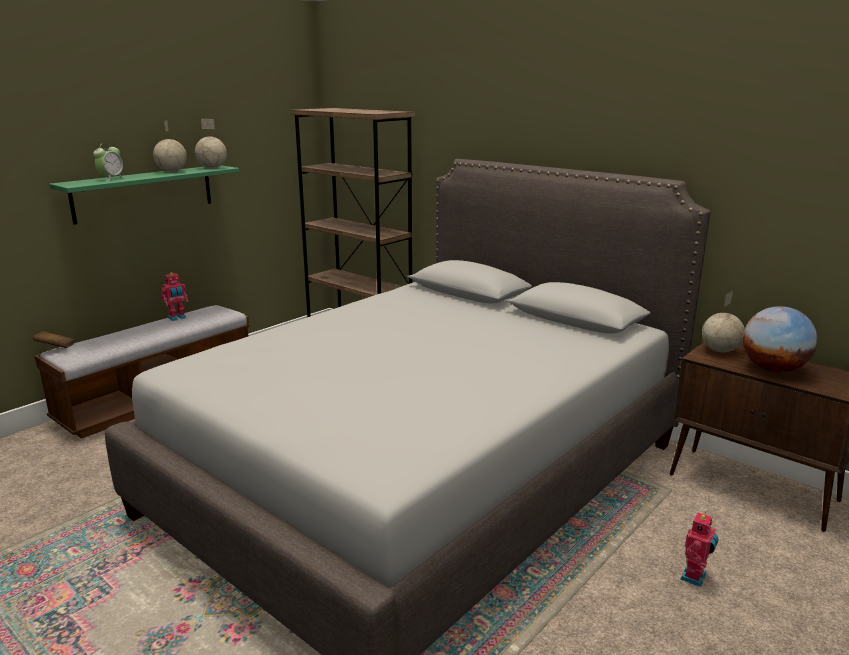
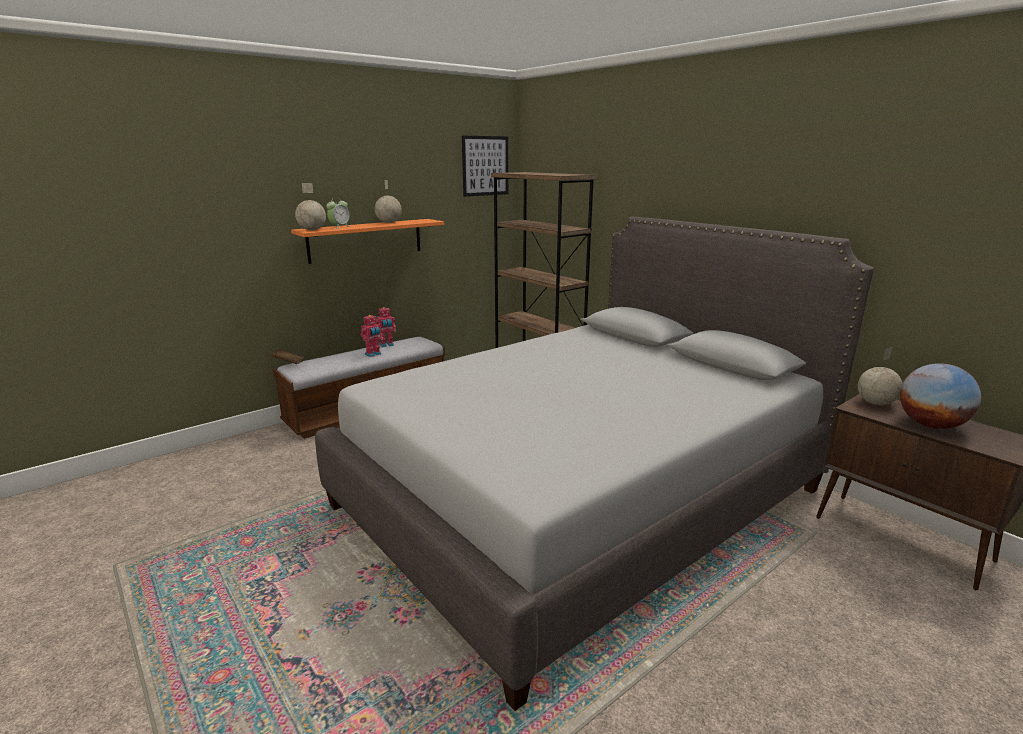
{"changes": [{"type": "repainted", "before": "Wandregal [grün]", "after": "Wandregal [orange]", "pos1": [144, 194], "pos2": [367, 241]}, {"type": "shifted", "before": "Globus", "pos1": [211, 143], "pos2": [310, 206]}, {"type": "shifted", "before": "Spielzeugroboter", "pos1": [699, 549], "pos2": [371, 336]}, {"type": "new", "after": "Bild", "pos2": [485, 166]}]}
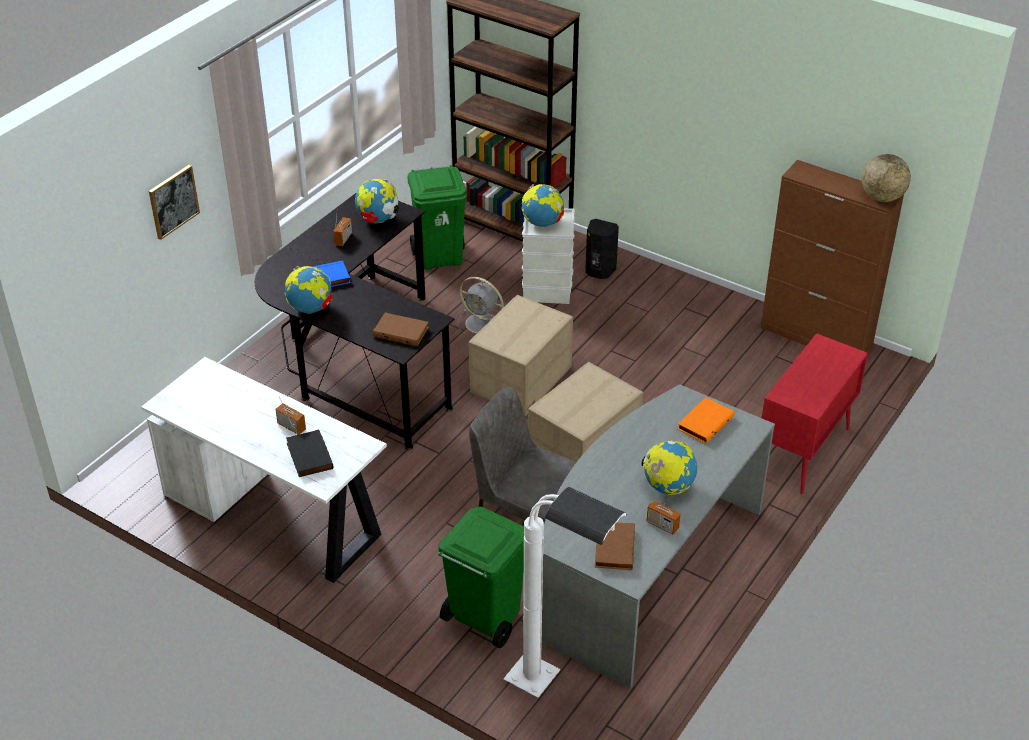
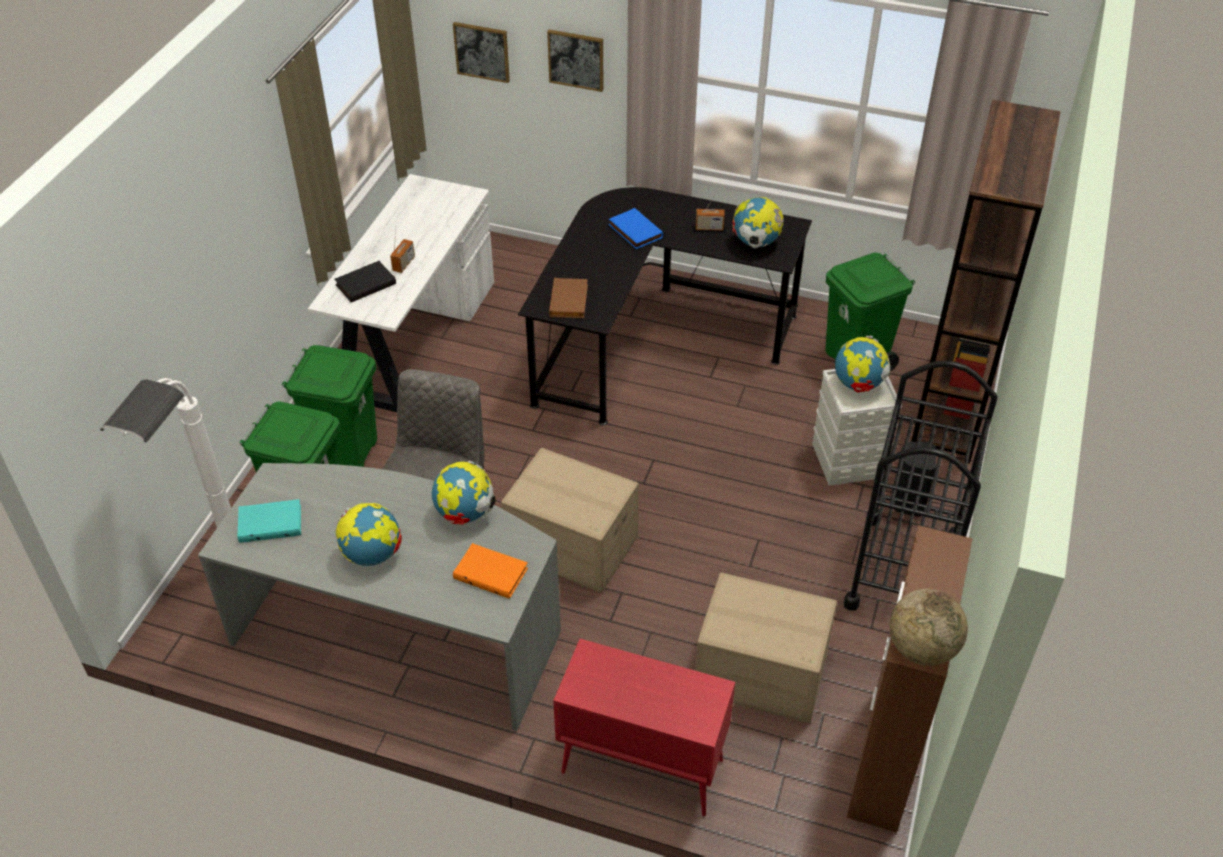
{"changes": [{"type": "shifted", "before": "Globus", "pos1": [308, 290], "pos2": [464, 493]}, {"type": "gone", "before": "Ventilator [grau]", "pos1": [480, 307]}, {"type": "shifted", "before": "Karton", "pos1": [520, 355], "pos2": [766, 647]}, {"type": "repainted", "before": "Buch [braun]", "after": "Buch [türkis]", "pos1": [615, 546], "pos2": [269, 521]}, {"type": "gone", "before": "Radio", "pos1": [664, 512]}, {"type": "new", "after": "Mülleimer [grün]", "pos2": [329, 406]}, {"type": "new", "after": "Bild", "pos2": [481, 52]}, {"type": "new", "after": "Rollwagen [schwarz]", "pos2": [920, 485]}]}
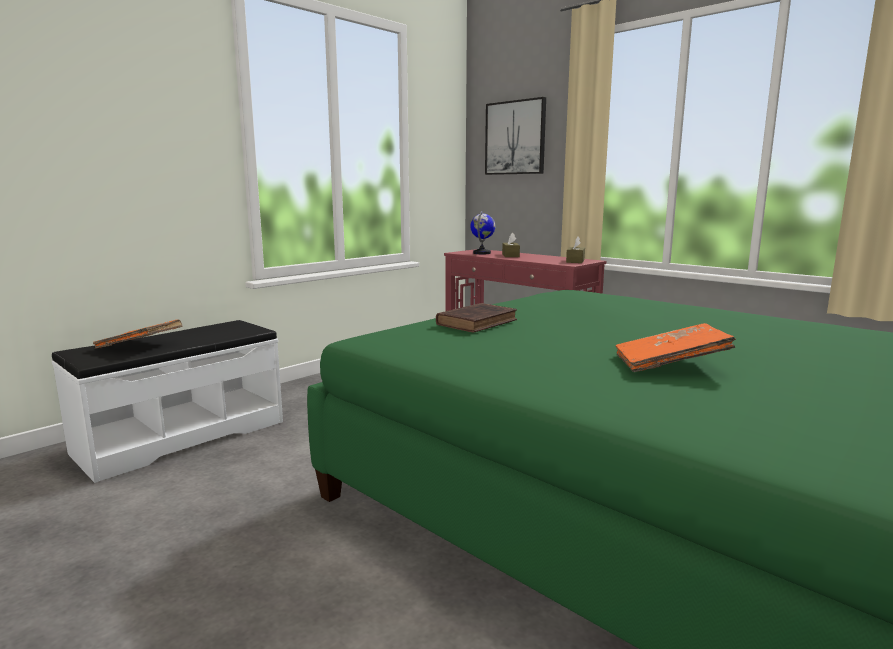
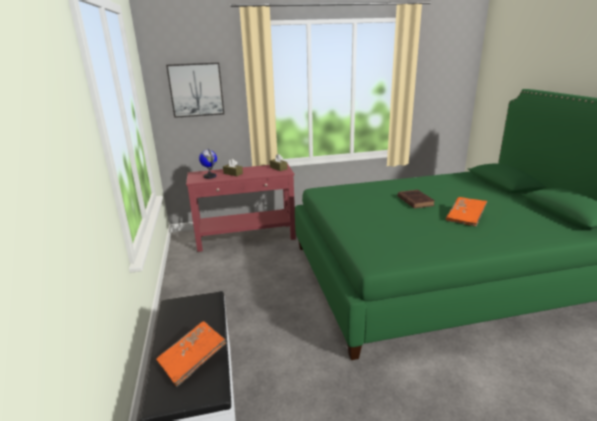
{"changes": [{"type": "shifted", "before": "Buch [braun]", "pos1": [476, 318], "pos2": [416, 199]}]}
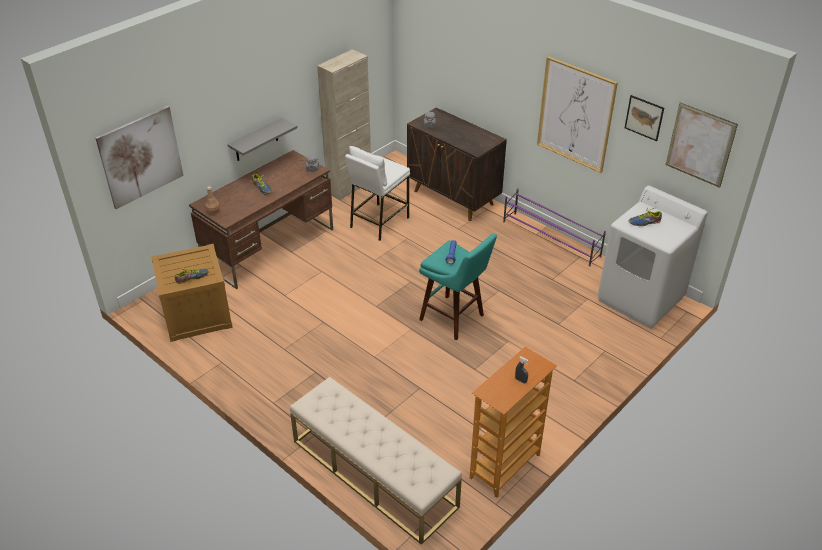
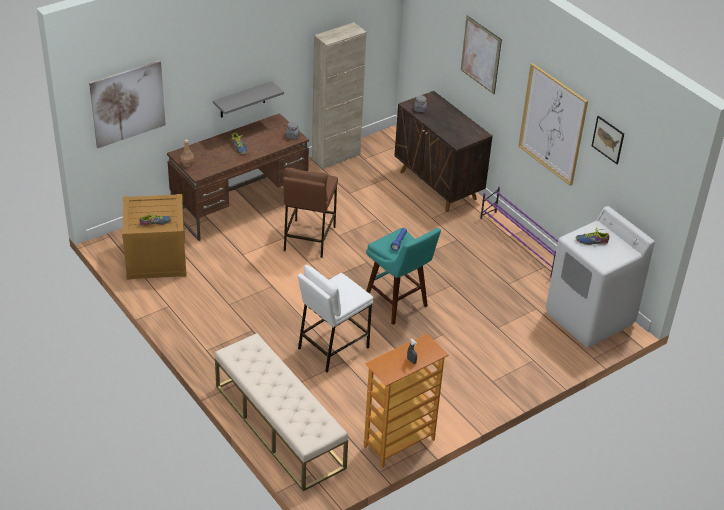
{"changes": [{"type": "shifted", "before": "Hocker [weiß]", "pos1": [377, 193], "pos2": [335, 319]}, {"type": "shifted", "before": "Bild", "pos1": [702, 145], "pos2": [481, 55]}, {"type": "new", "after": "Hocker [braun]", "pos2": [310, 213]}]}
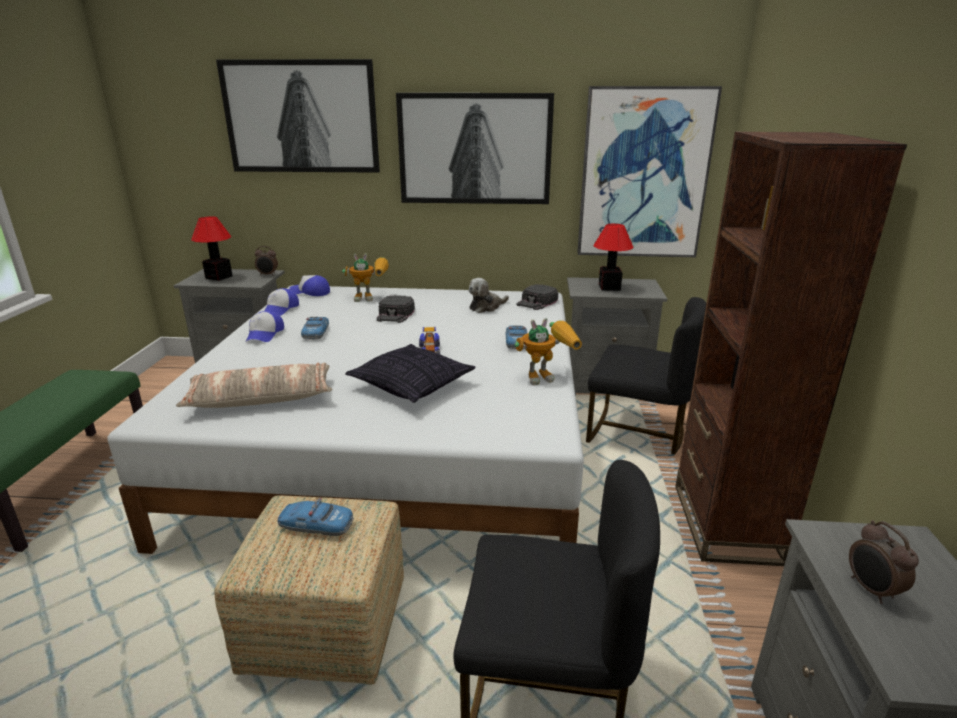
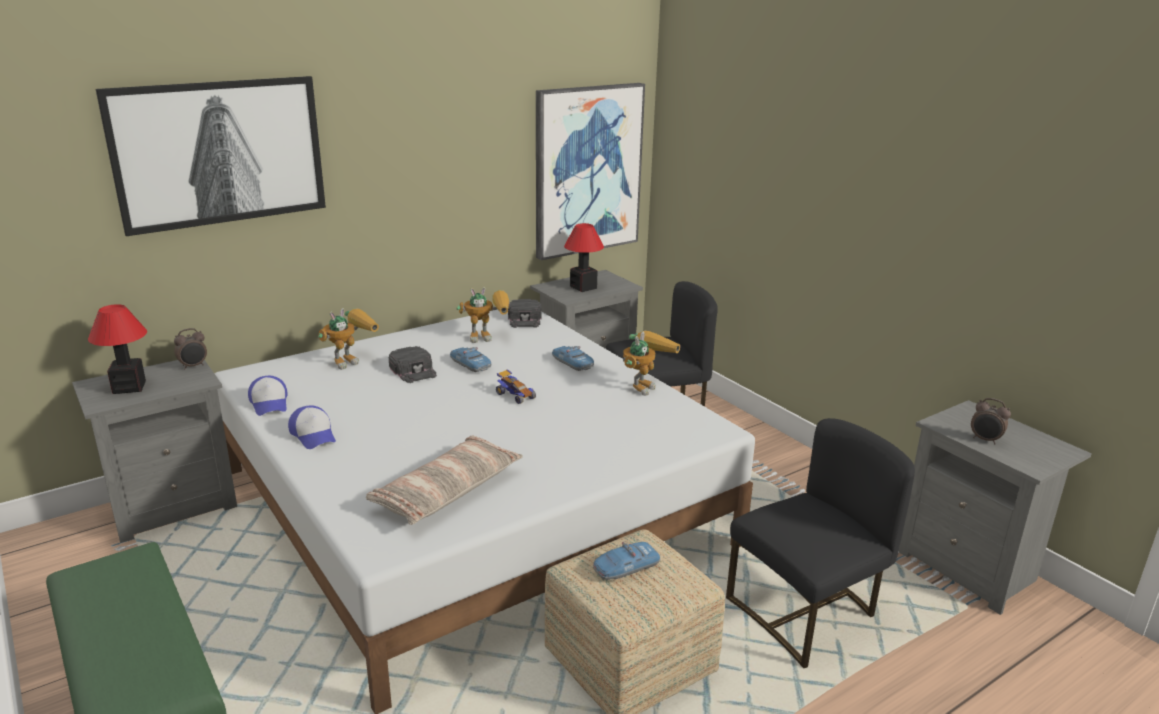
{"changes": [{"type": "gone", "before": "Kappe", "pos1": [309, 285]}, {"type": "shifted", "before": "Spielzeugauto", "pos1": [315, 328], "pos2": [470, 359]}, {"type": "gone", "before": "Kissen", "pos1": [410, 373]}, {"type": "gone", "before": "Bild", "pos1": [475, 148]}, {"type": "swapped", "before": "Plüschtier", "after": "Spielzeugroboter", "pos1": [489, 295], "pos2": [482, 315]}, {"type": "gone", "before": "Bücherregal [braun]", "pos1": [791, 349]}]}
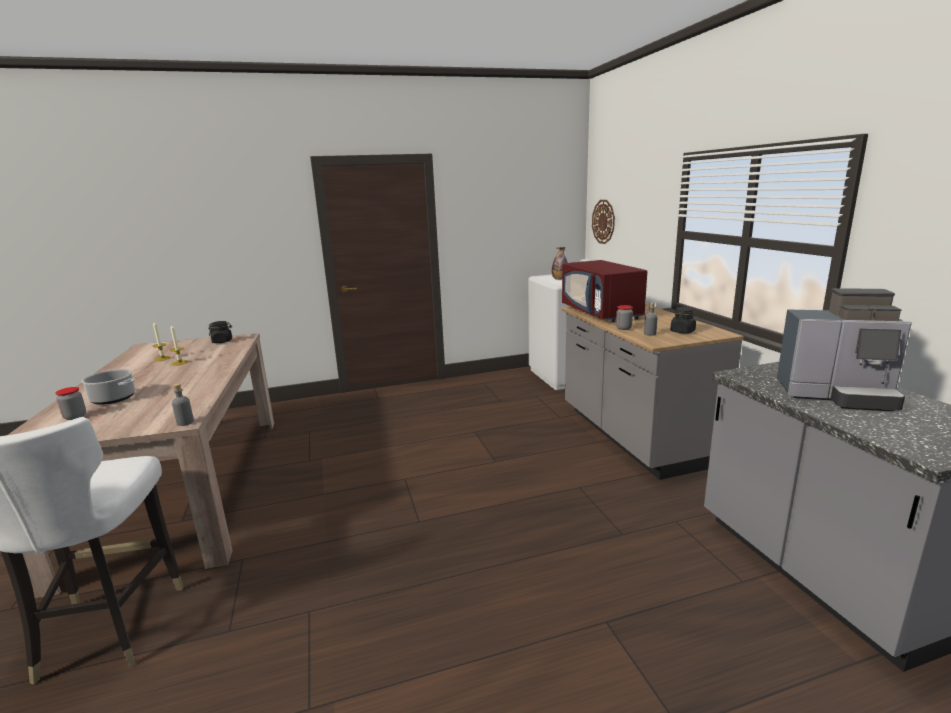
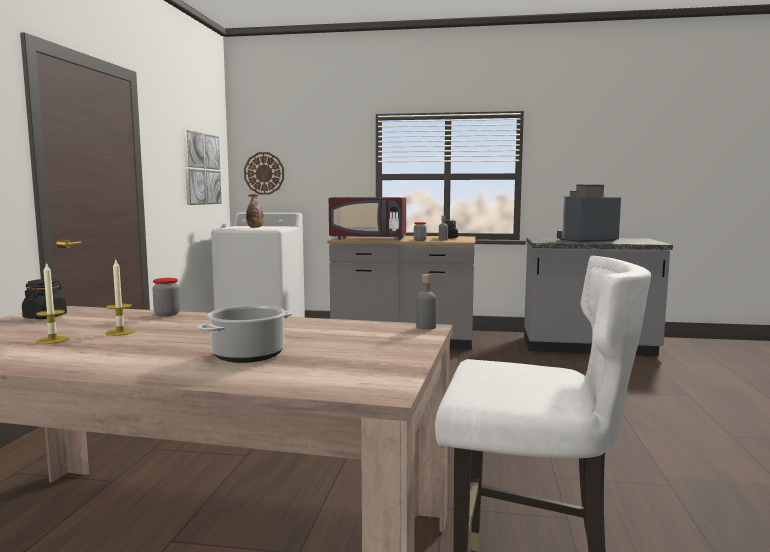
{"changes": [{"type": "shifted", "before": "Vorratsglas", "pos1": [70, 403], "pos2": [166, 297]}, {"type": "rotated", "before": "Kaffeemaschine", "pos1": [844, 350], "pos2": [589, 213], "turn": -150}, {"type": "new", "after": "Bild", "pos2": [203, 167]}]}
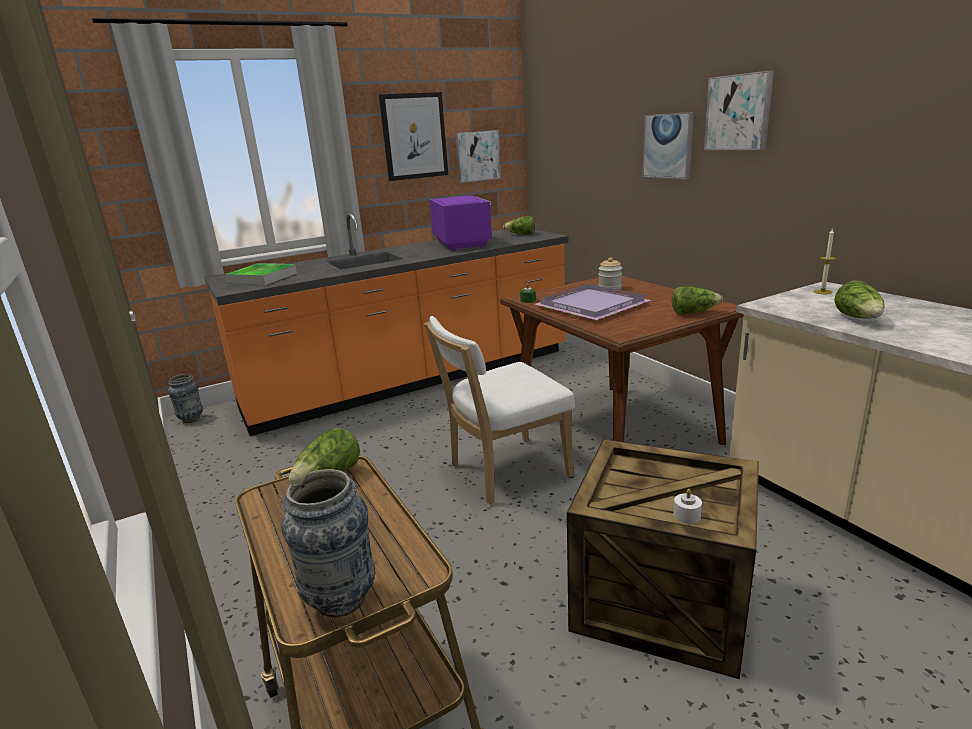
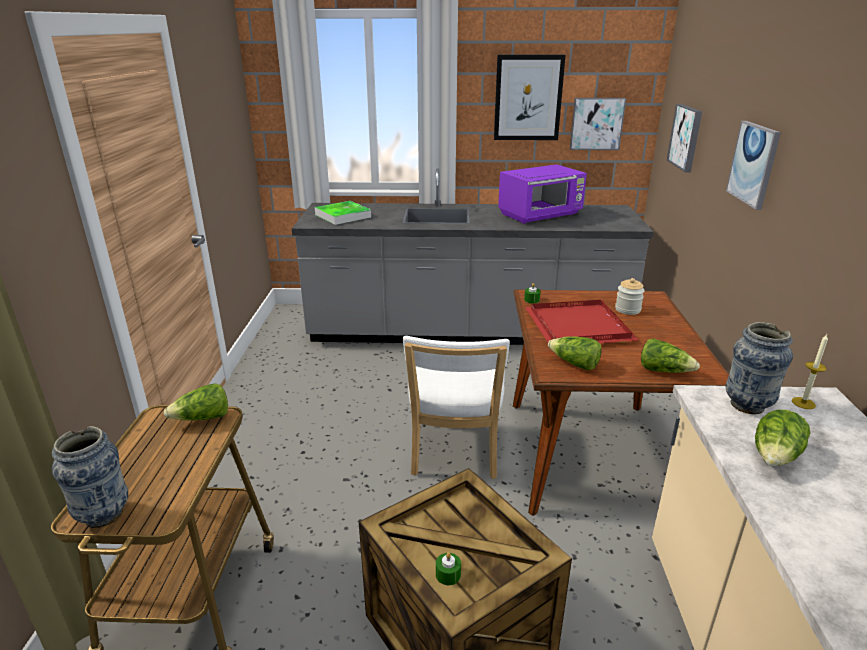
{"changes": [{"type": "shifted", "before": "Vase", "pos1": [185, 398], "pos2": [759, 368]}, {"type": "repainted", "before": "Küchenzeile [orange]", "after": "Küchenzeile [grau]", "pos1": [386, 324], "pos2": [473, 256]}, {"type": "rotated", "before": "Stuhl [weiß]", "pos1": [499, 410], "pos2": [456, 407], "turn": -90}, {"type": "rotated", "before": "Mikrowelle [lila]", "pos1": [460, 223], "pos2": [542, 194], "turn": 45}, {"type": "shifted", "before": "Salatkopf", "pos1": [519, 225], "pos2": [574, 353]}, {"type": "repainted", "before": "Tablett [lila]", "after": "Tablett [rot]", "pos1": [593, 302], "pos2": [582, 321]}, {"type": "repainted", "before": "Kerze [weiß]", "after": "Kerze [grün]", "pos1": [687, 506], "pos2": [448, 568]}, {"type": "shifted", "before": "Bild", "pos1": [739, 110], "pos2": [684, 138]}]}
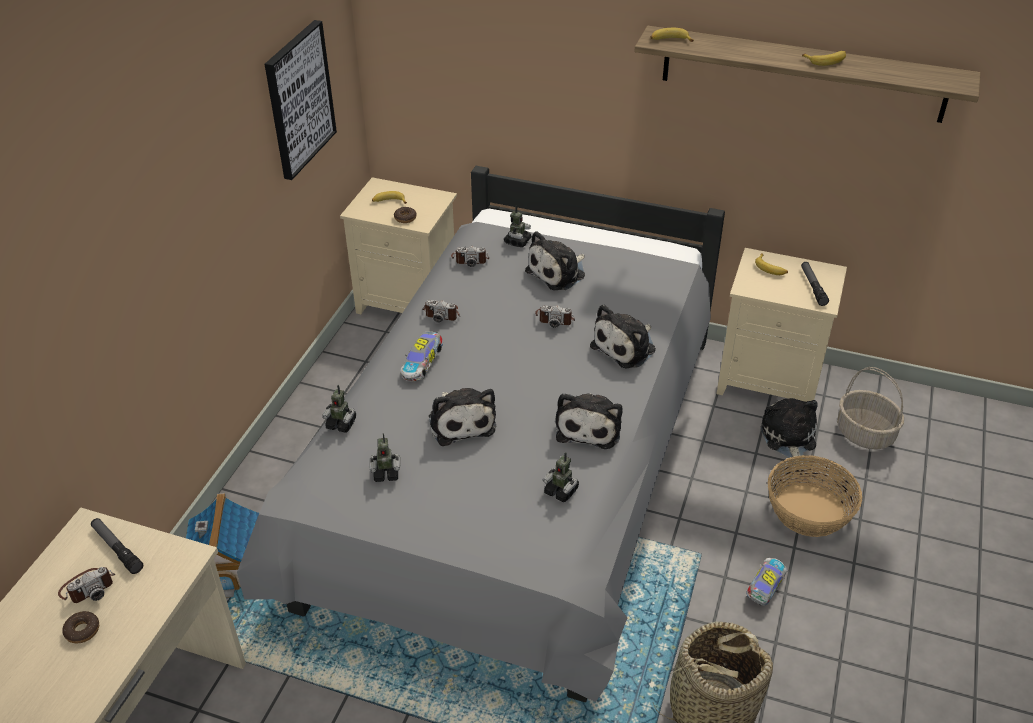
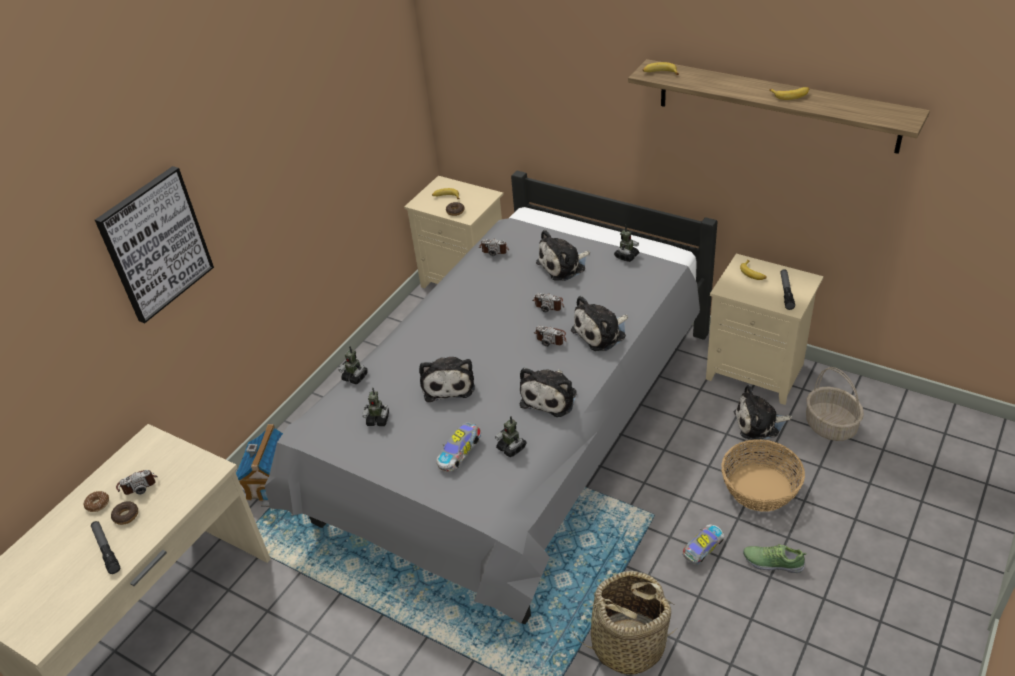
{"changes": [{"type": "shifted", "before": "Taschenlampe", "pos1": [117, 546], "pos2": [105, 547]}, {"type": "shifted", "before": "Bild", "pos1": [301, 100], "pos2": [154, 244]}, {"type": "shifted", "before": "Spielzeugauto", "pos1": [421, 356], "pos2": [458, 446]}, {"type": "shifted", "before": "Kamera", "pos1": [441, 311], "pos2": [550, 336]}, {"type": "shifted", "before": "Spielzeugroboter", "pos1": [518, 226], "pos2": [626, 243]}, {"type": "rotated", "before": "Plüschtier", "pos1": [789, 431], "pos2": [763, 412], "turn": -105}, {"type": "new", "after": "Donut", "pos2": [96, 501]}, {"type": "new", "after": "Schuh", "pos2": [775, 558]}]}
